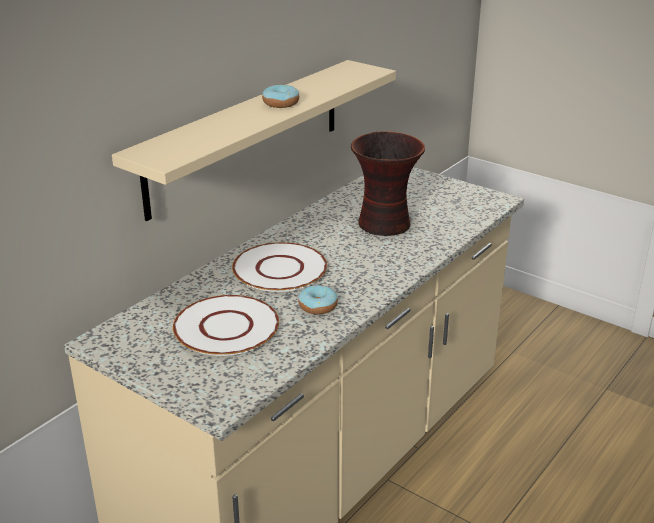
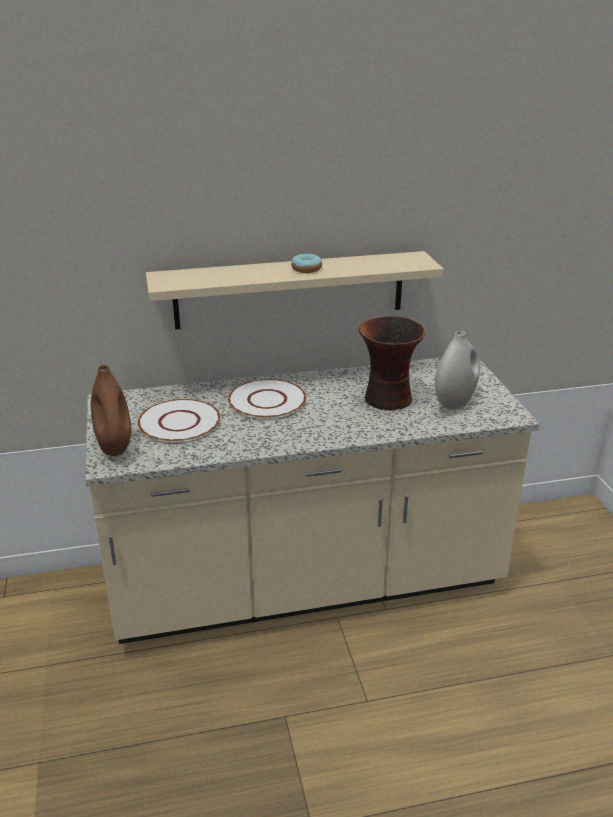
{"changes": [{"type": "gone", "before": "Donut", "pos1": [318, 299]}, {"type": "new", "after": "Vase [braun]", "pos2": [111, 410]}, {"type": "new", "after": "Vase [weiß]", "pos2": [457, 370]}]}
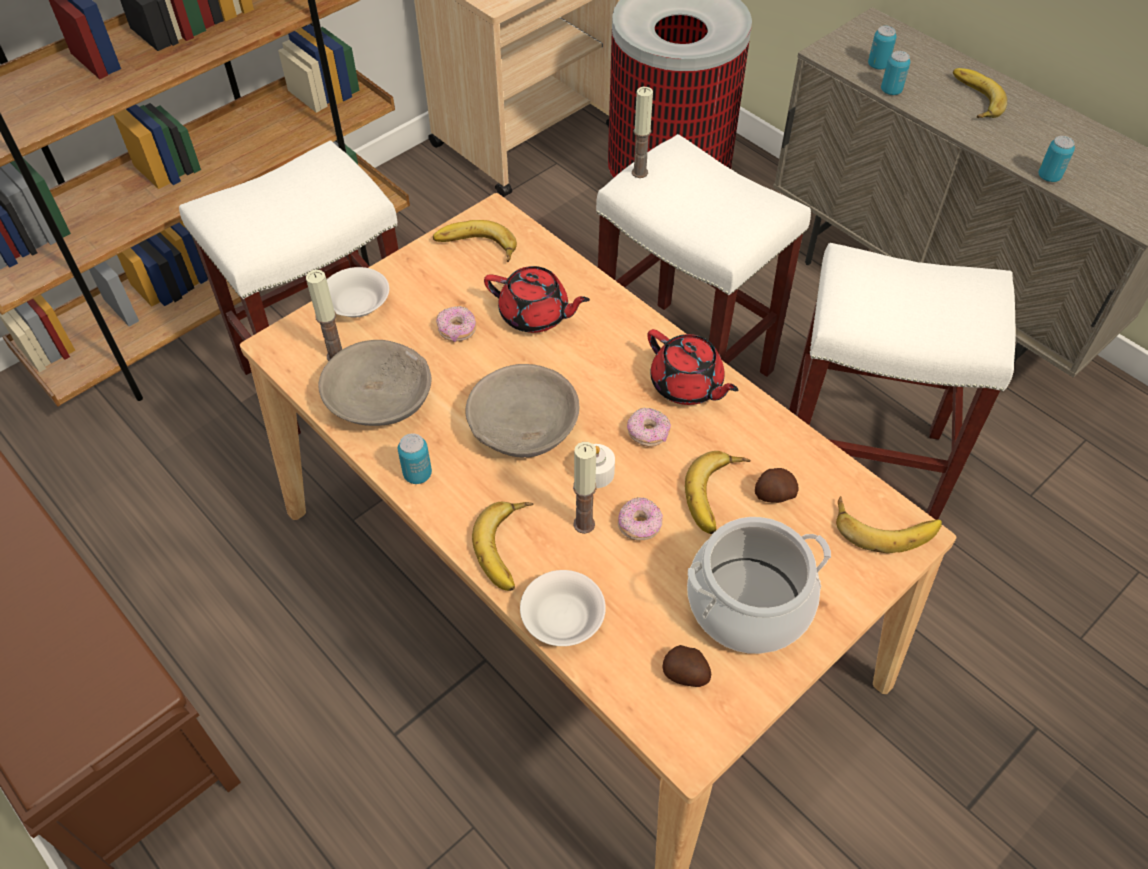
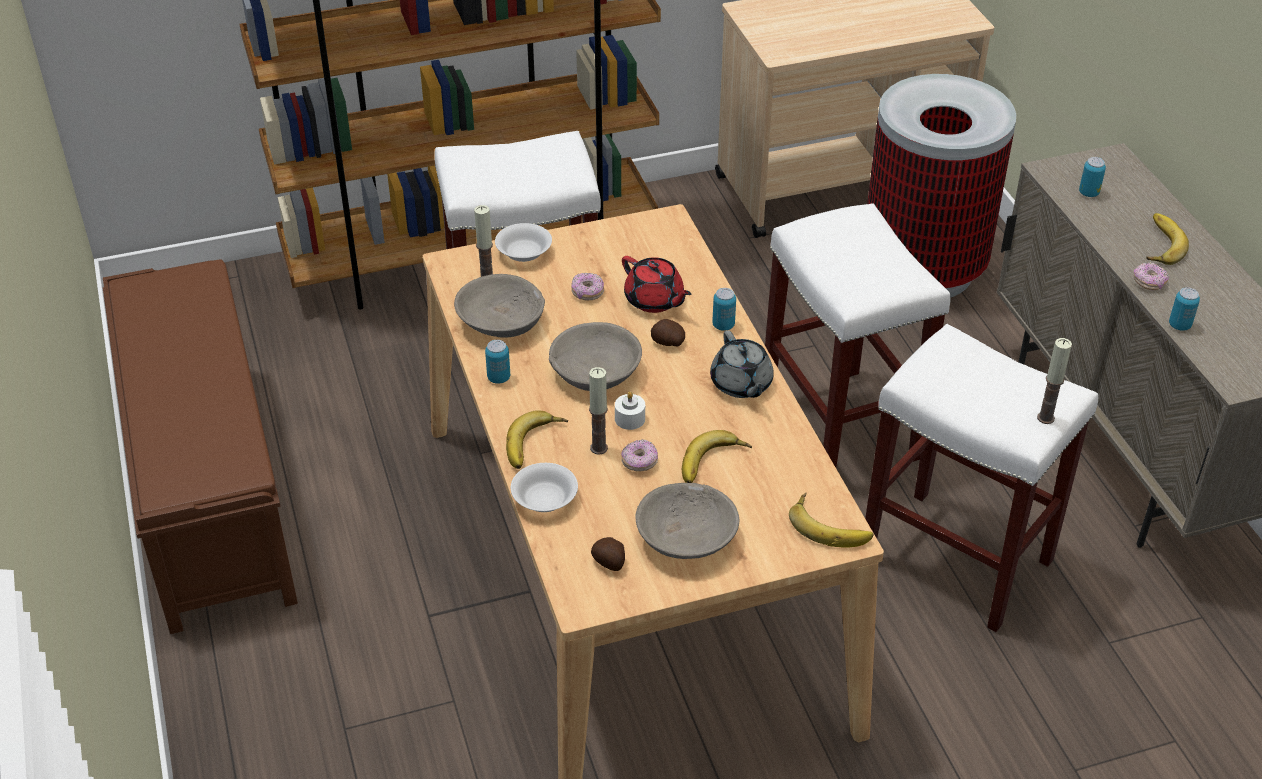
{"changes": [{"type": "gone", "before": "Banane", "pos1": [475, 241]}, {"type": "shifted", "before": "Donut", "pos1": [649, 427], "pos2": [1151, 276]}, {"type": "shifted", "before": "Kerze", "pos1": [642, 132], "pos2": [1054, 381]}, {"type": "repainted", "before": "Teekanne [rot]", "after": "Teekanne [grau]", "pos1": [692, 367], "pos2": [742, 364]}, {"type": "swapped", "before": "Kochtopf", "after": "Schüssel [grau]", "pos1": [759, 585], "pos2": [687, 521]}, {"type": "shifted", "before": "Kartoffel", "pos1": [777, 485], "pos2": [668, 332]}, {"type": "shifted", "before": "Dose", "pos1": [895, 73], "pos2": [724, 309]}]}
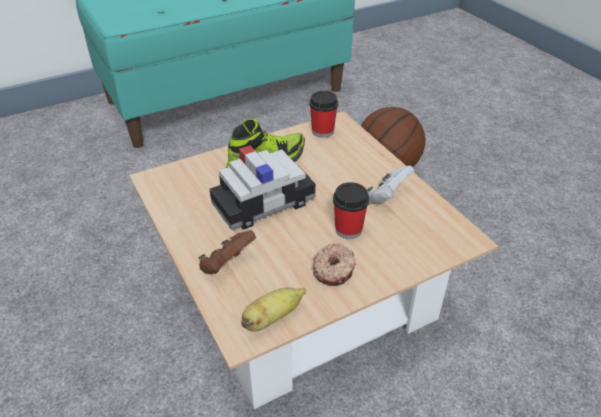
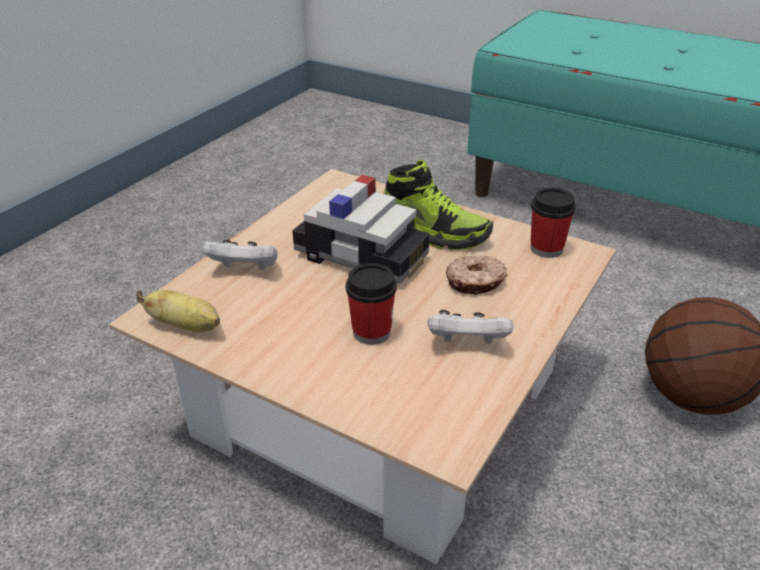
{"changes": [{"type": "repainted", "before": "Gamepad [braun]", "after": "Gamepad [weiß]", "pos1": [227, 252], "pos2": [240, 255]}, {"type": "shifted", "before": "Donut", "pos1": [334, 264], "pos2": [476, 275]}]}
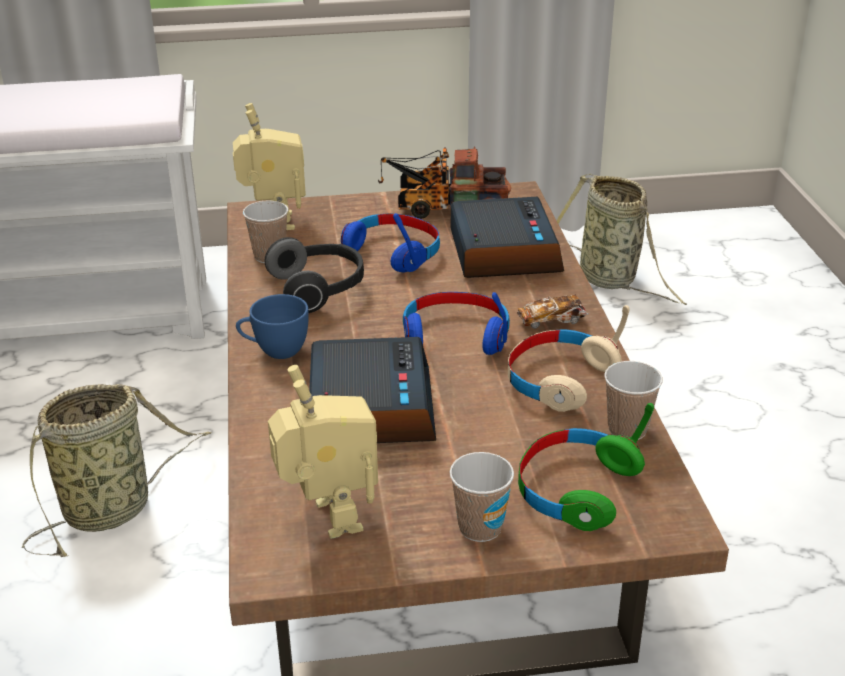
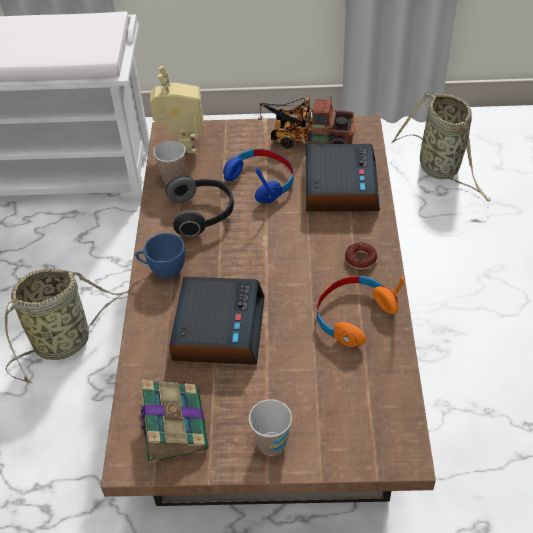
{"changes": [{"type": "swapped", "before": "Spielzeugroboter", "after": "Buch", "pos1": [323, 452], "pos2": [174, 421]}, {"type": "gone", "before": "Kopfhörer [blau]", "pos1": [456, 323]}, {"type": "repainted", "before": "Kopfhörer [beige]", "after": "Kopfhörer [orange]", "pos1": [569, 358], "pos2": [360, 311]}, {"type": "swapped", "before": "Spielzeugauto", "after": "Donut", "pos1": [553, 311], "pos2": [361, 256]}, {"type": "gone", "before": "Kopfhörer [grün]", "pos1": [586, 467]}, {"type": "gone", "before": "Tasse", "pos1": [633, 400]}]}
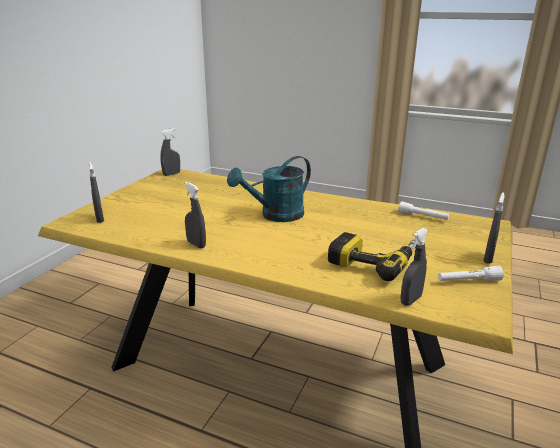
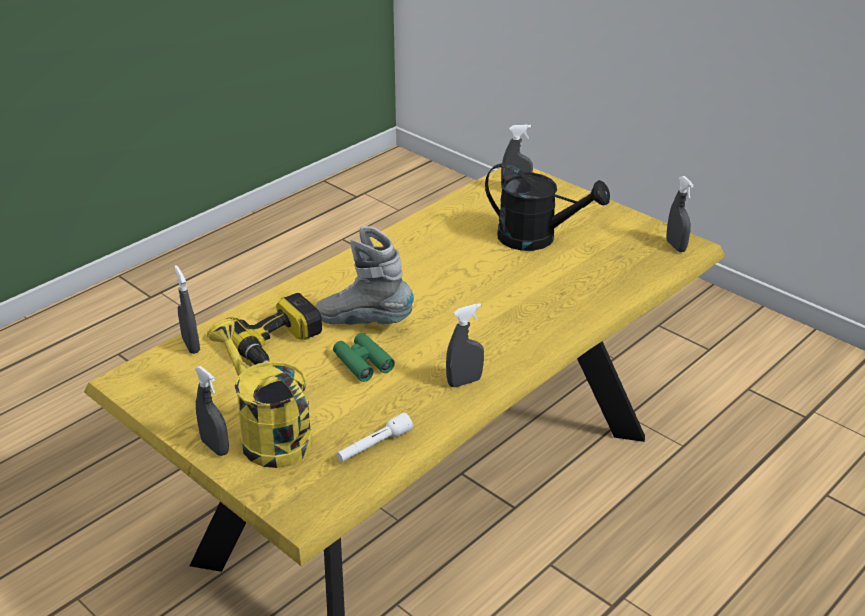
{"changes": [{"type": "shifted", "before": "Sprühflasche [grau]", "pos1": [195, 215], "pos2": [465, 345]}, {"type": "gone", "before": "Gießkanne [türkis]", "pos1": [269, 189]}, {"type": "gone", "before": "Taschenlampe [weiß]", "pos1": [471, 273]}, {"type": "new", "after": "Gießkanne [gelb]", "pos2": [260, 393]}, {"type": "new", "after": "Stiefel [grau]", "pos2": [364, 275]}, {"type": "new", "after": "Fernglas [grün]", "pos2": [364, 357]}, {"type": "new", "after": "Gießkanne [schwarz]", "pos2": [547, 207]}]}
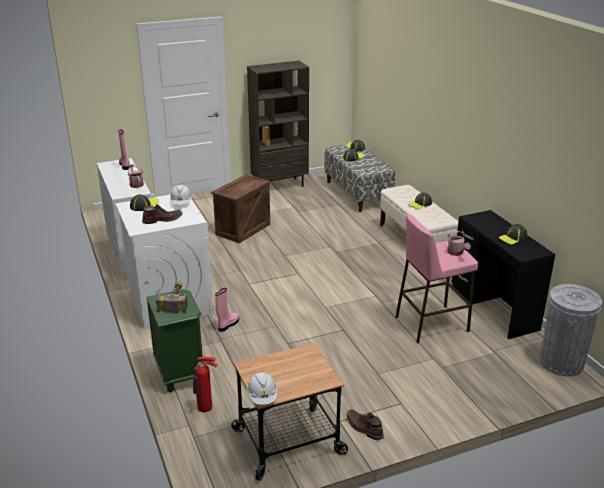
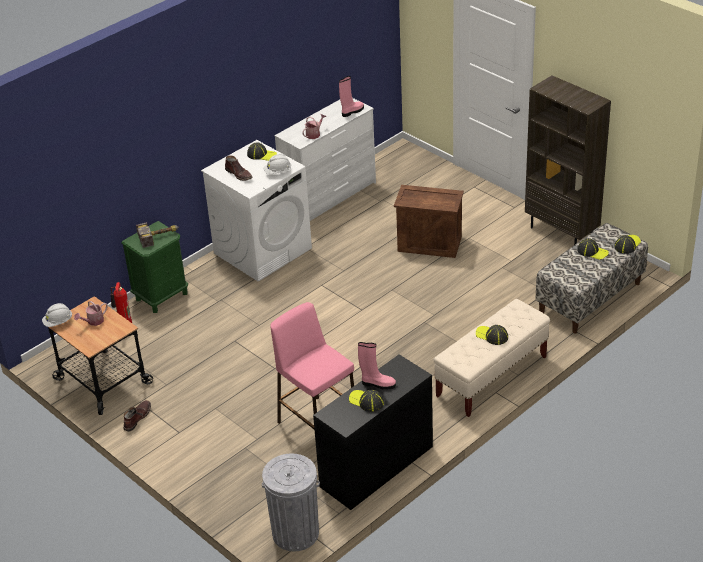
{"changes": [{"type": "shifted", "before": "Stiefel [rosa]", "pos1": [227, 310], "pos2": [377, 366]}, {"type": "shifted", "before": "Gießkanne", "pos1": [459, 243], "pos2": [91, 313]}]}
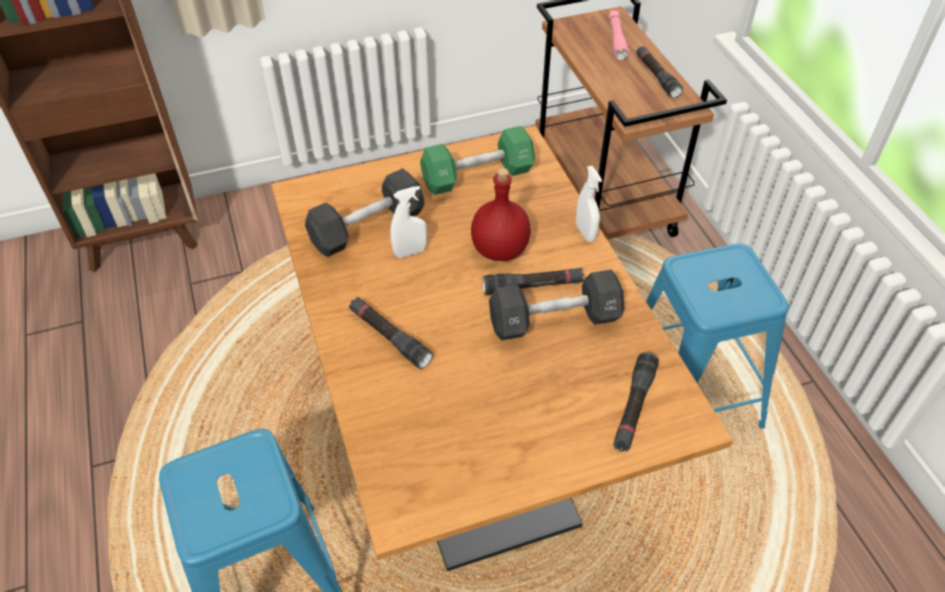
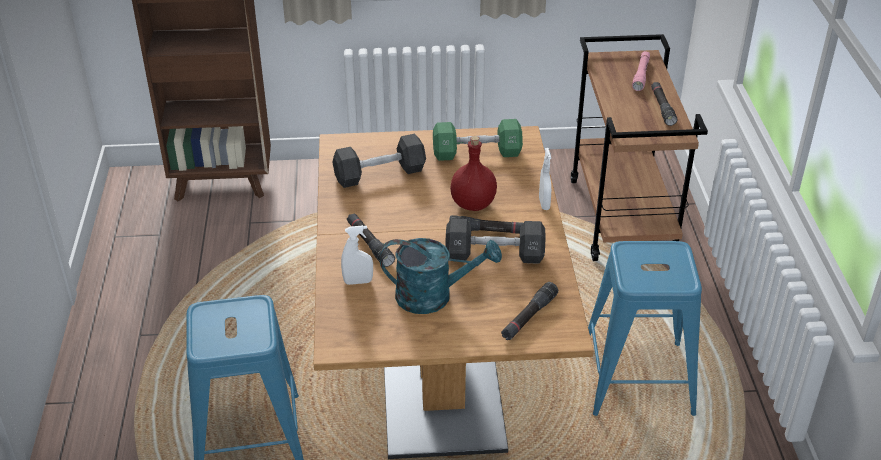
{"changes": [{"type": "shifted", "before": "Sprühflasche [weiß]", "pos1": [408, 222], "pos2": [357, 255]}, {"type": "new", "after": "Gießkanne [türkis]", "pos2": [441, 276]}]}
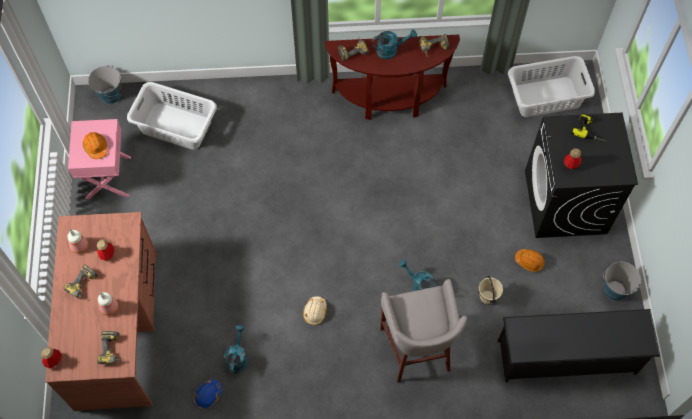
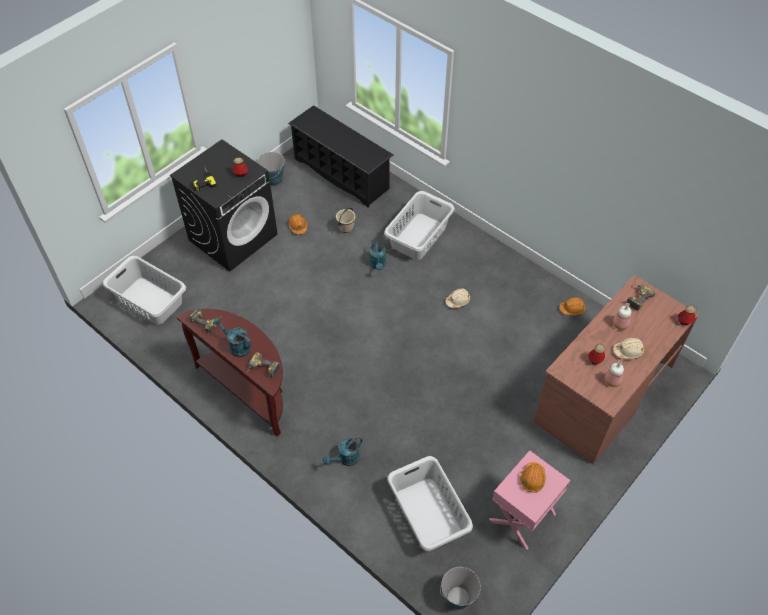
{"changes": [{"type": "swapped", "before": "Bohrmaschine", "after": "Schutzhelm [beige]", "pos1": [81, 282], "pos2": [629, 348]}, {"type": "repainted", "before": "Schutzhelm [blau]", "after": "Schutzhelm [orange]", "pos1": [208, 394], "pos2": [572, 306]}, {"type": "shifted", "before": "Gießkanne [türkis]", "pos1": [236, 349], "pos2": [342, 451]}, {"type": "swapped", "before": "Hocker [grau]", "after": "Wäschekorb [grau]", "pos1": [423, 331], "pos2": [419, 225]}]}
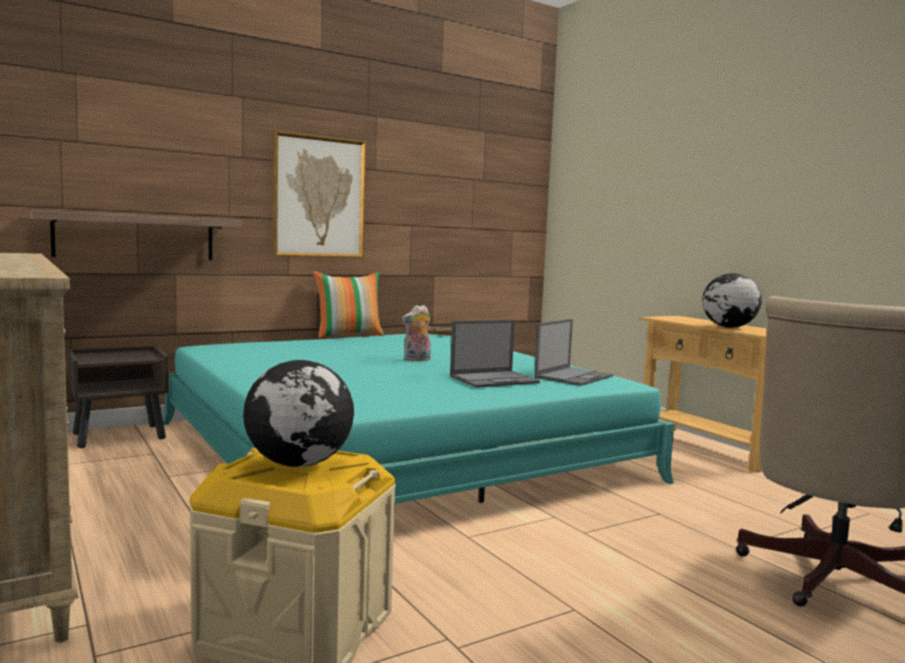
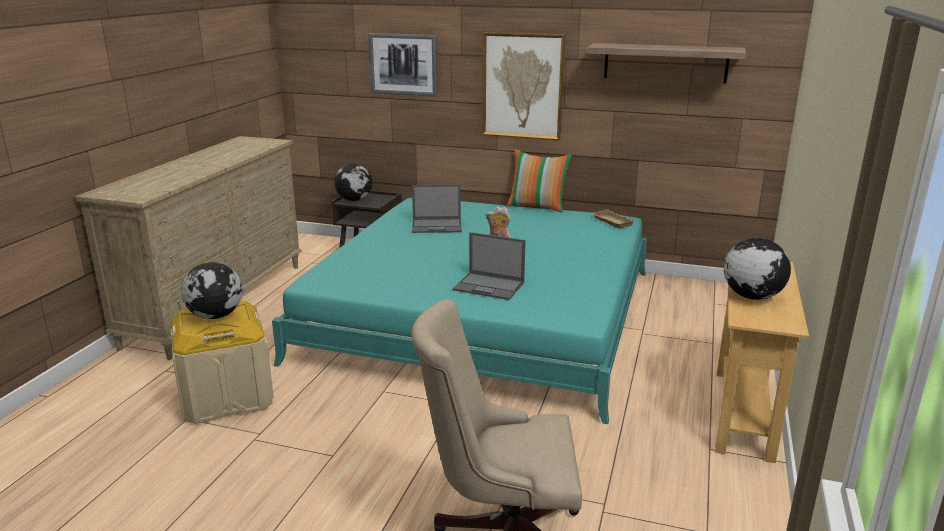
{"changes": [{"type": "shifted", "before": "Wandregal", "pos1": [135, 235], "pos2": [666, 63]}, {"type": "shifted", "before": "Laptop", "pos1": [573, 352], "pos2": [437, 208]}, {"type": "new", "after": "Globus", "pos2": [353, 182]}, {"type": "new", "after": "Bild", "pos2": [403, 65]}]}
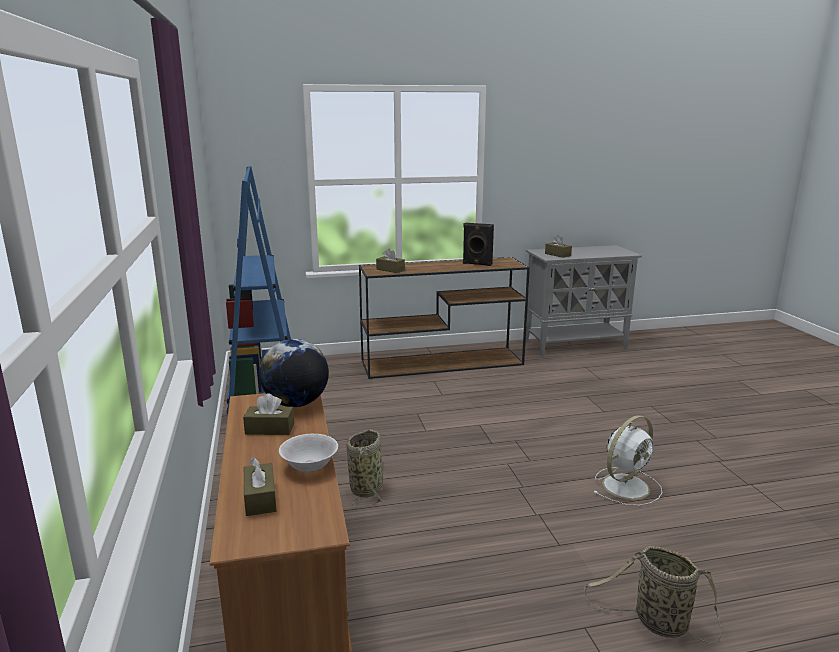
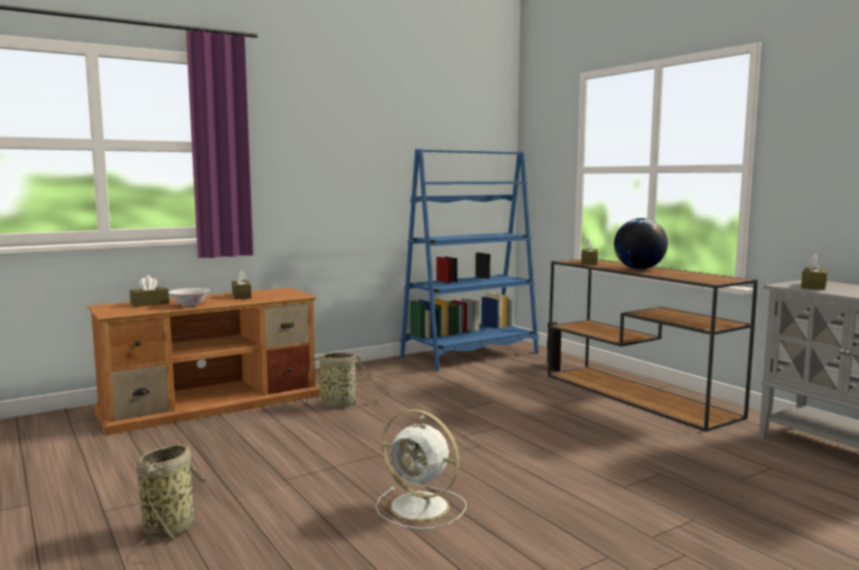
{"changes": [{"type": "shifted", "before": "Globus", "pos1": [294, 373], "pos2": [641, 244]}, {"type": "shifted", "before": "Lautsprecher [schwarz]", "pos1": [478, 244], "pos2": [554, 346]}]}
